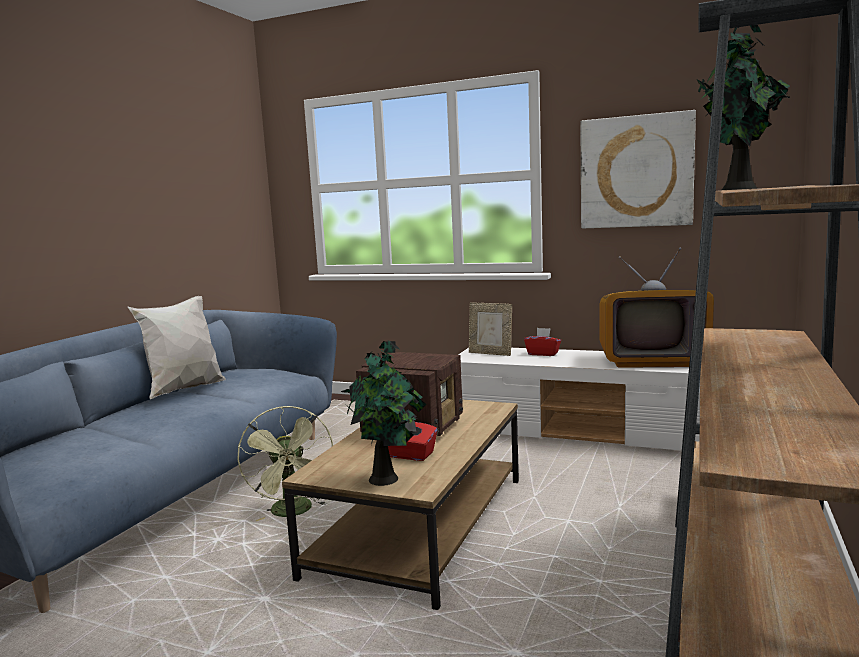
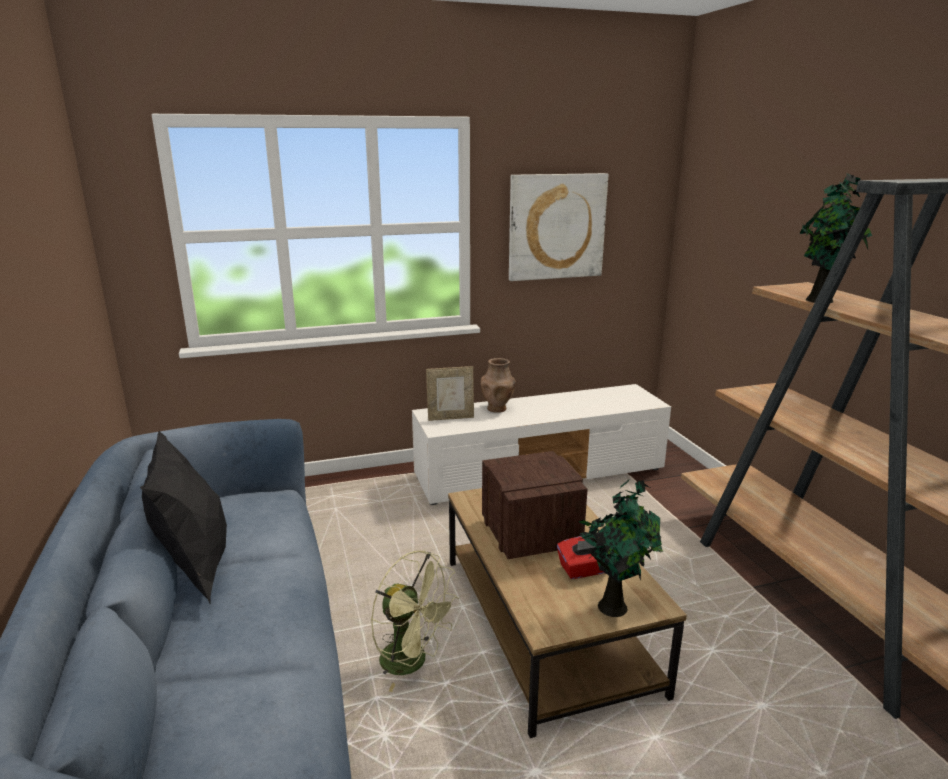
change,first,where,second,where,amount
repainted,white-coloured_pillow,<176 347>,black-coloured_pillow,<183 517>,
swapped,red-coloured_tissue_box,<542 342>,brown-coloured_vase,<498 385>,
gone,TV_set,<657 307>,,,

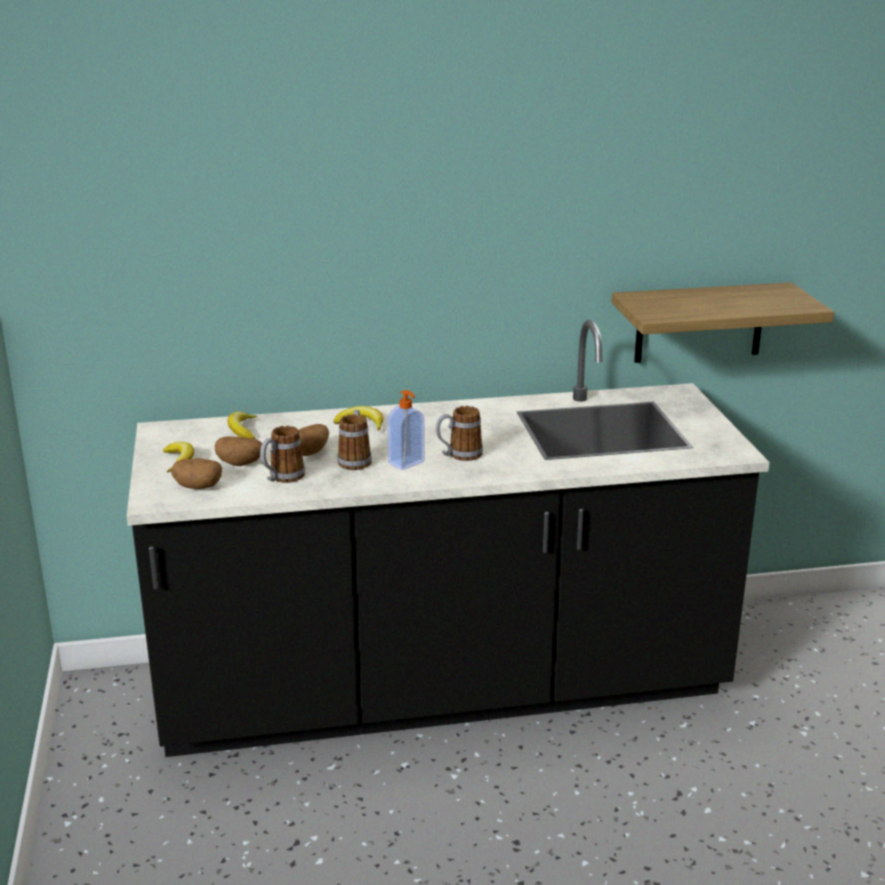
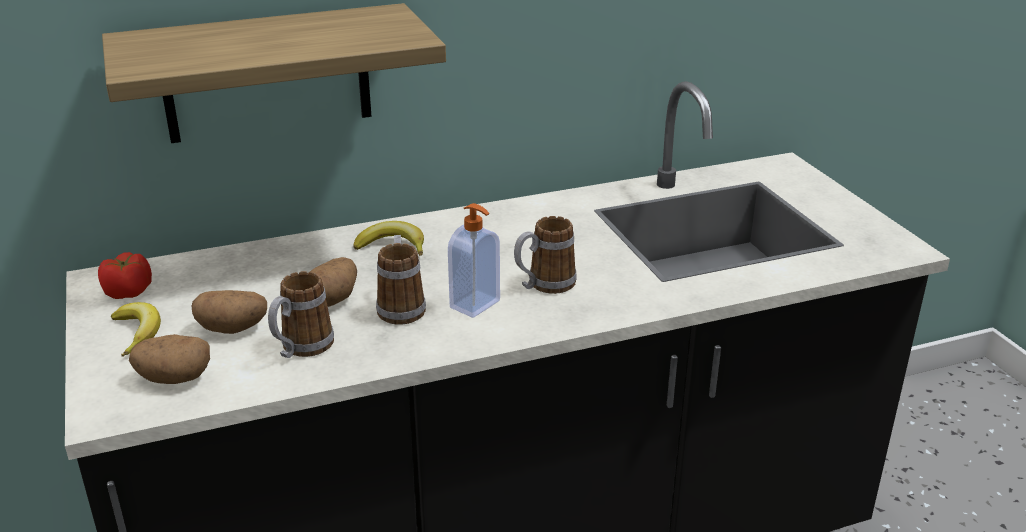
change,first,where,second,where,amount
gone,whole_banana,<242 425>,,,
shifted,wall_shelf,<723 322>,,<274 73>,
new,,,whole_tomato,<125 275>,

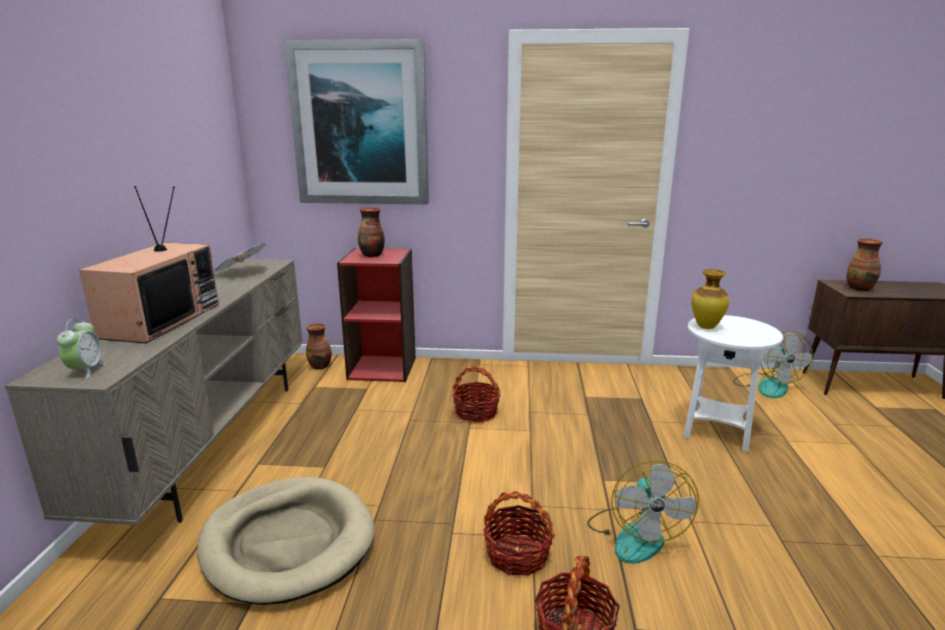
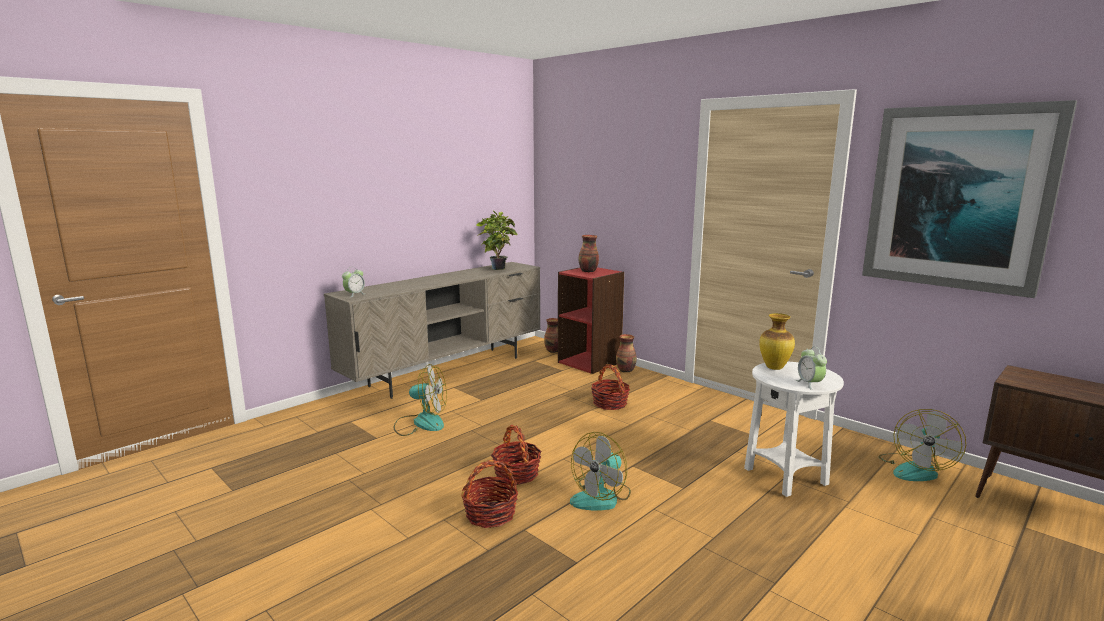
change,first,where,second,where,amount
gone,TV_set,<149 265>,,,
swapped,sand-coloured_dog_bed,<286 541>,fan,<420 400>,
swapped,printed_paper,<240 257>,potted_plant,<497 240>,
shifted,wall_picture,<356 121>,,<969 199>,
shifted,vase,<865 265>,,<626 353>,
new,,,alarm_clock,<811 368>,

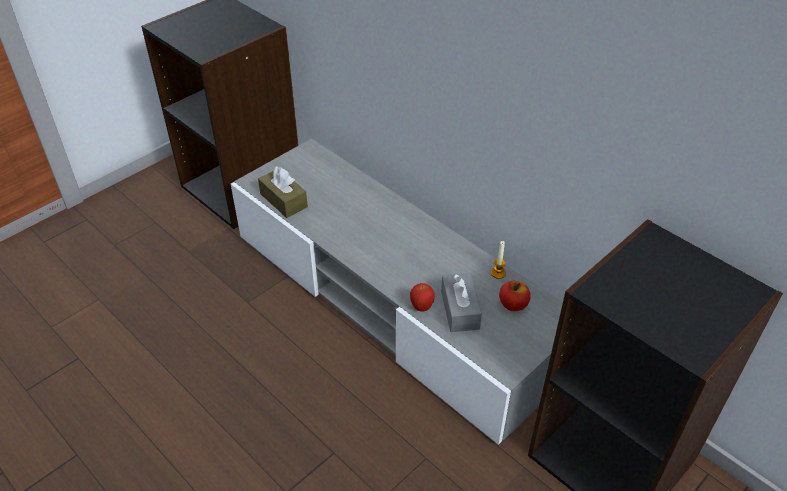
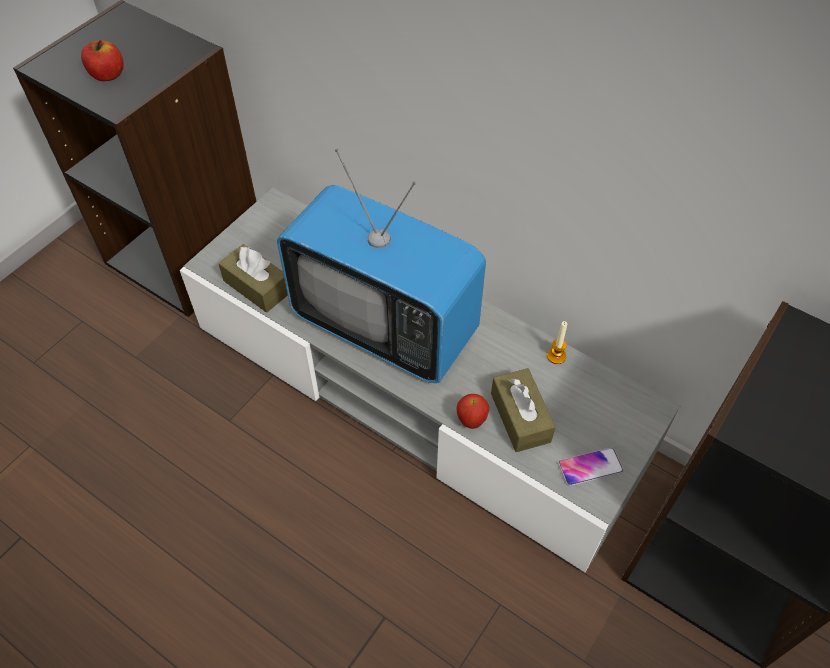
change,first,where,second,where,amount
repainted,grey_tissue_box,<461 302>,brown-coloured_tissue_box,<523 410>,
shifted,apple,<515 296>,,<102 60>,
new,,,TV_set,<381 266>,
new,,,telephone,<591 467>,

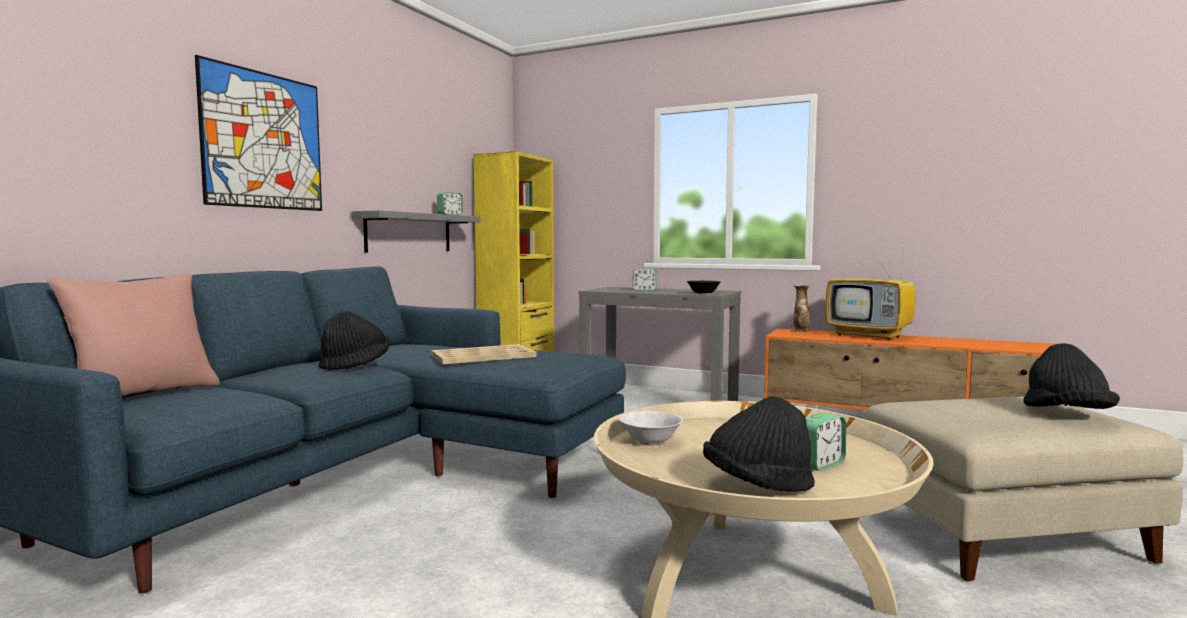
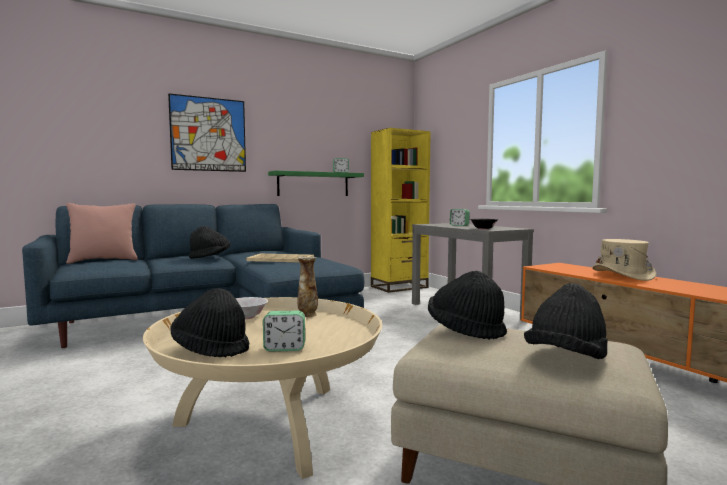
change,first,where,second,where,amount
repainted,grey_wall_shelf,<416 231>,green_wall_shelf,<316 183>,
shifted,vase,<801 308>,,<308 287>,
swapped,TV_set,<870 292>,sand-coloured_clothing_hat,<624 260>,
new,,,black-coloured_clothing_hat,<467 305>,

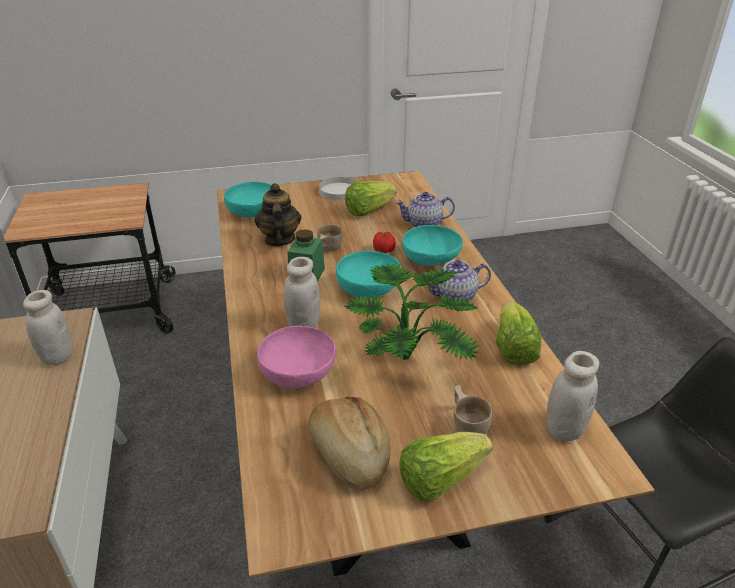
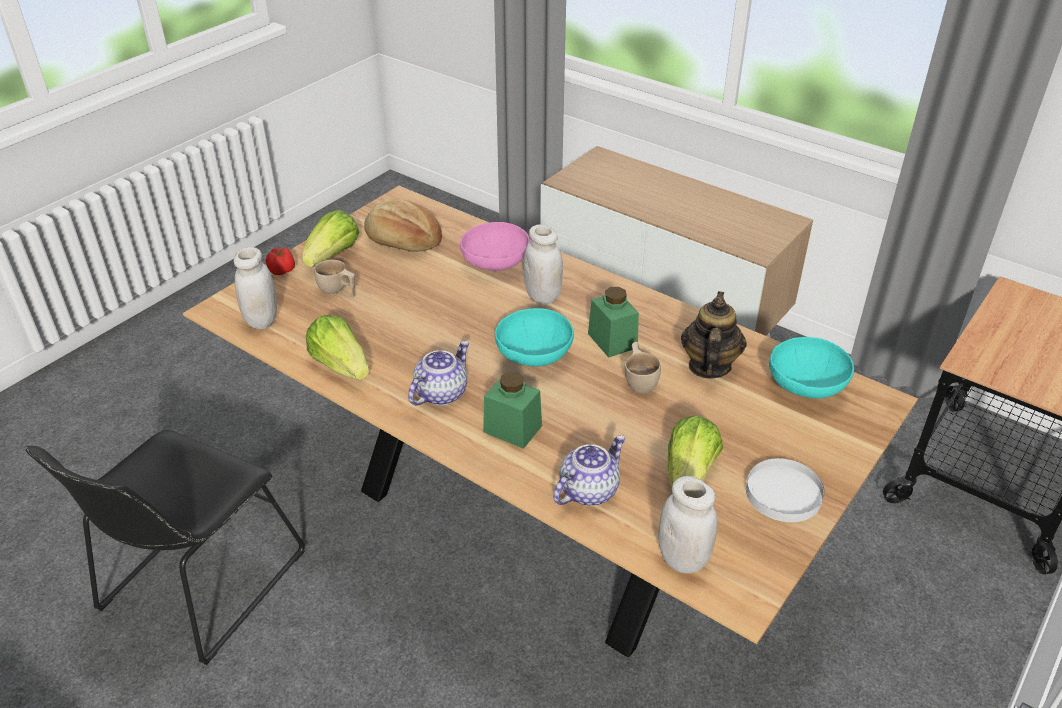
change,first,where,second,where,amount
shifted,white-coloured_storage_jar,<47 327>,,<687 525>,
rotated,tea_pot,<278 215>,,<714 335>,120 degrees counterclockwise
gone,potted_plant,<412 311>,,,
shifted,whole_tomato,<384 242>,,<280 261>,
swapped,turquoise_serving_bowl,<433 245>,green_storage_jar,<512 410>,

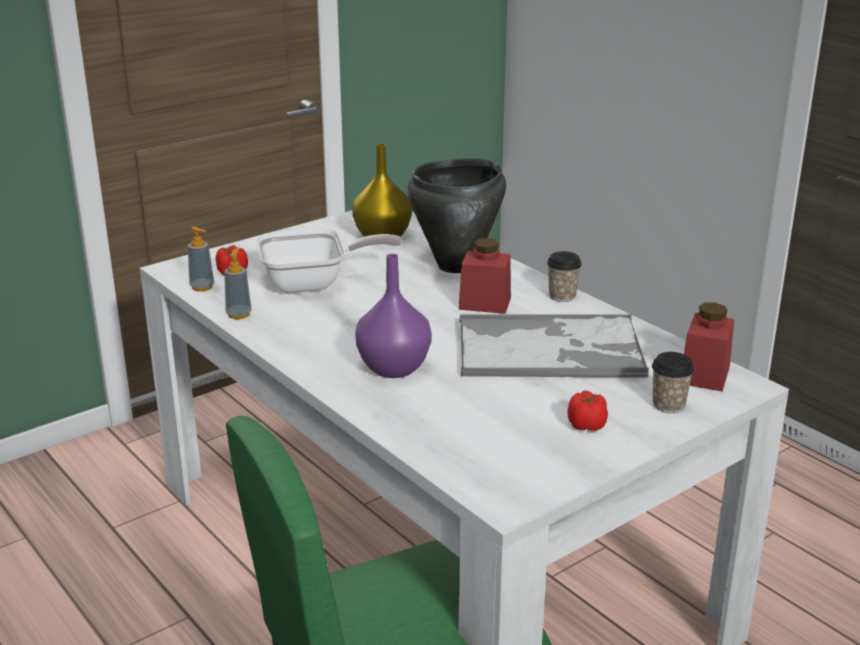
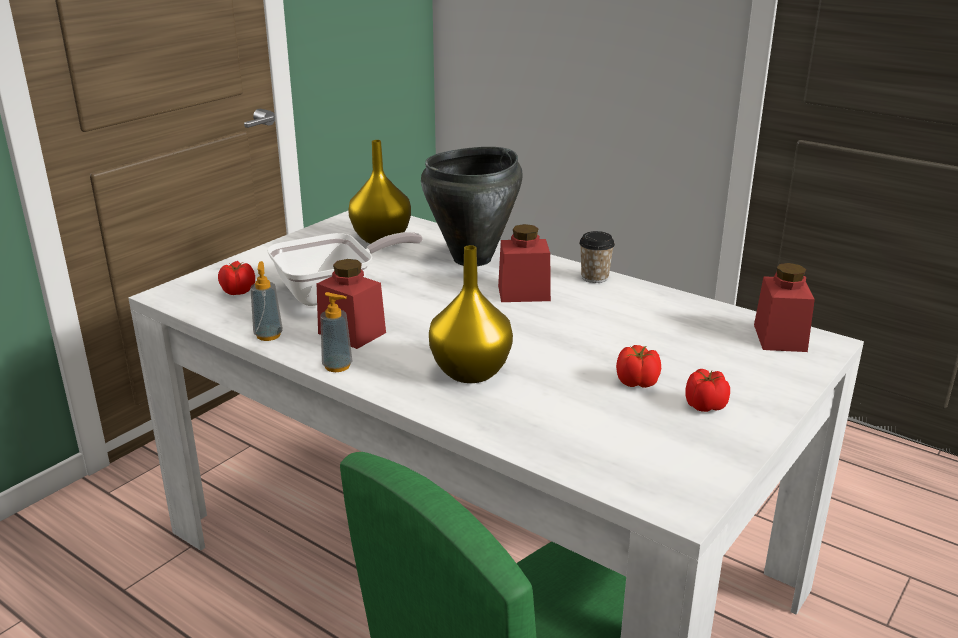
change,first,where,second,where,amount
shifted,liquid_soap_bottle,<201 259>,,<336 332>,
repainted,purple-coloured_vase,<393 316>,yellow-coloured_vase,<471 314>,
gone,carrying_tray,<554 346>,,,
gone,cup,<673 382>,,,
new,,,red-coloured_storage_jar,<351 304>,
new,,,whole_tomato,<638 366>,

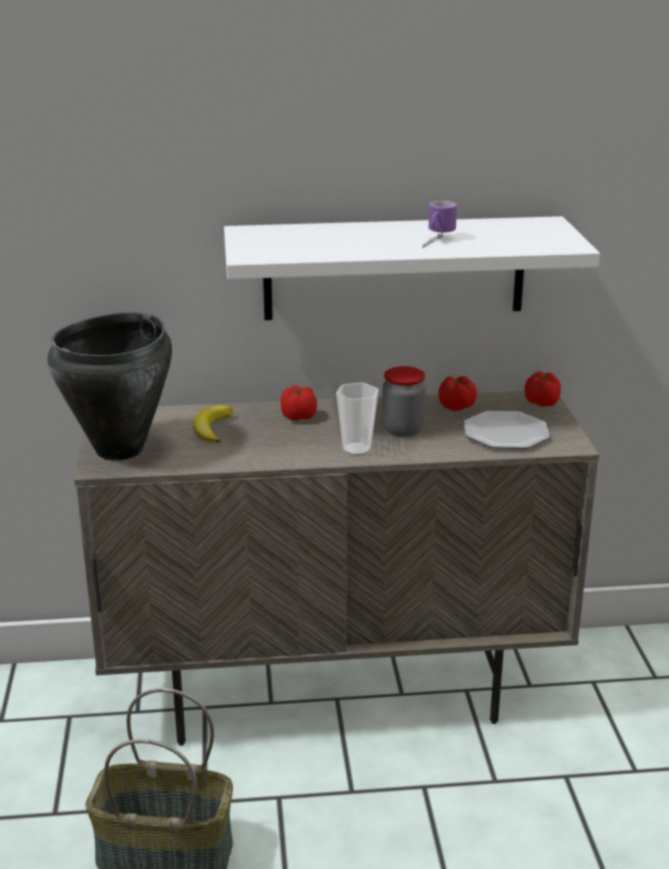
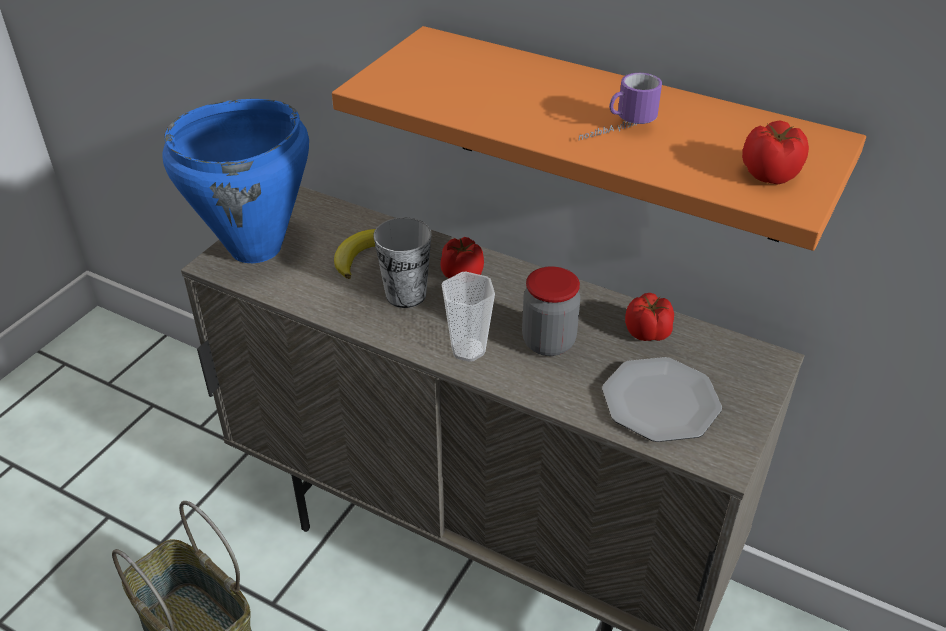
change,first,where,second,where,amount
repainted,black-coloured_cooking_pot,<110 386>,blue-coloured_cooking_pot,<235 181>,
repainted,white-coloured_wall_shelf,<412 268>,orangey_wall_shelf,<599 138>,
shifted,whole_tomato,<542 389>,,<775 152>,
new,,,cup,<402 262>,

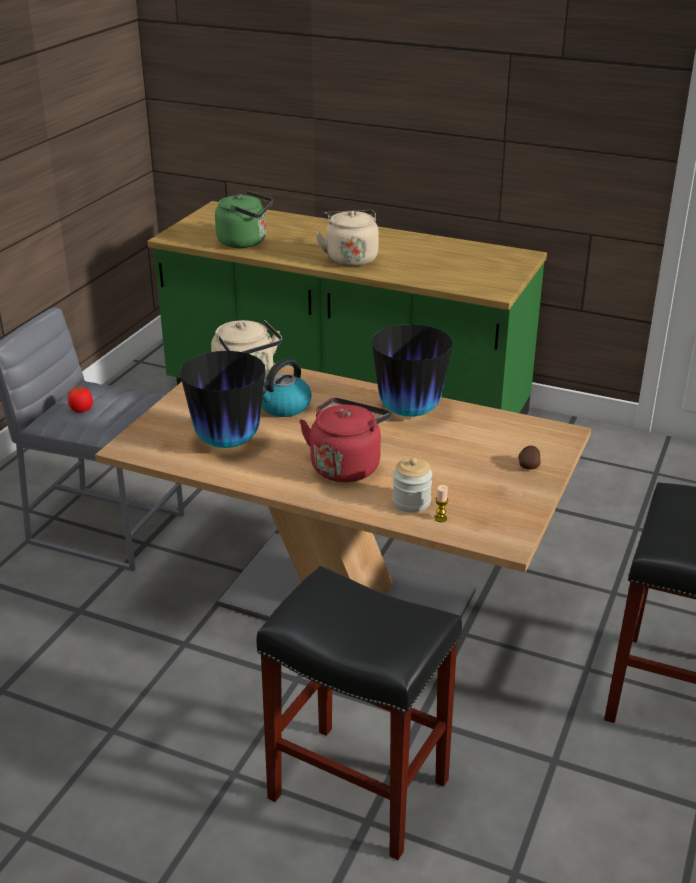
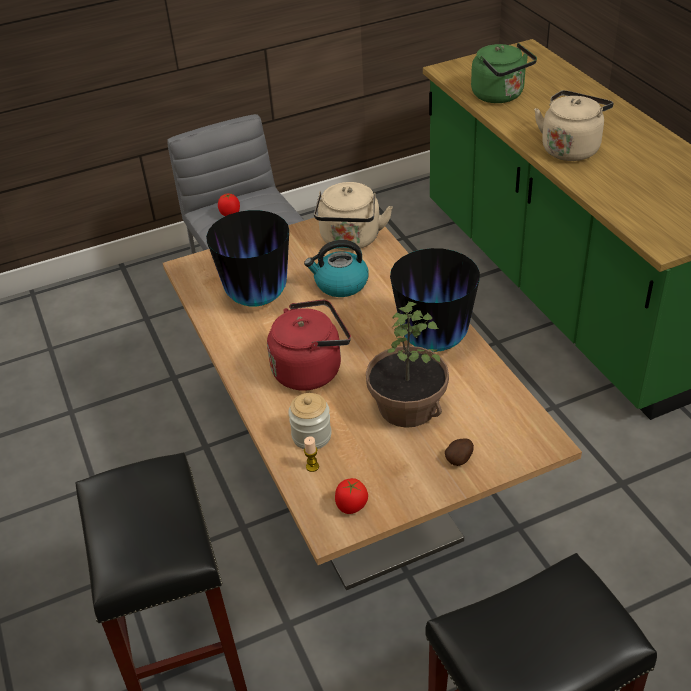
change,first,where,second,where,amount
new,,,whole_tomato,<351 496>,
new,,,potted_plant,<407 364>,

